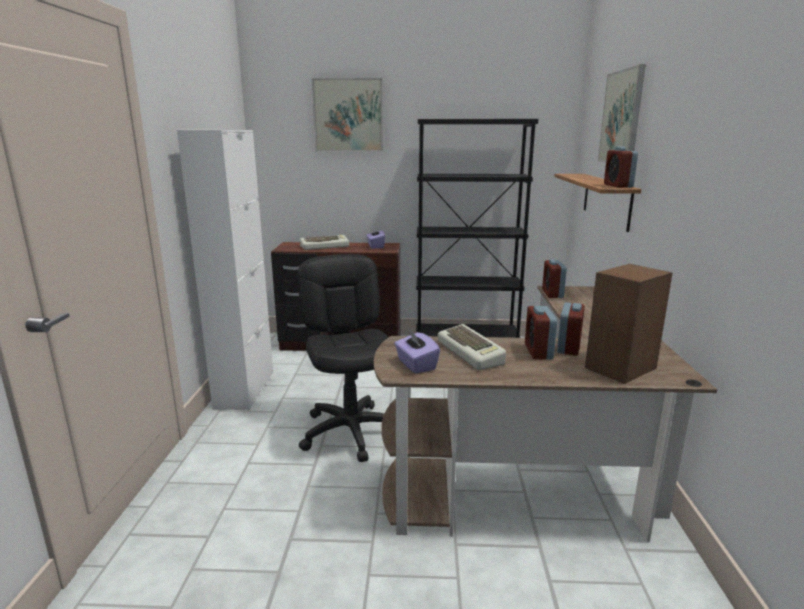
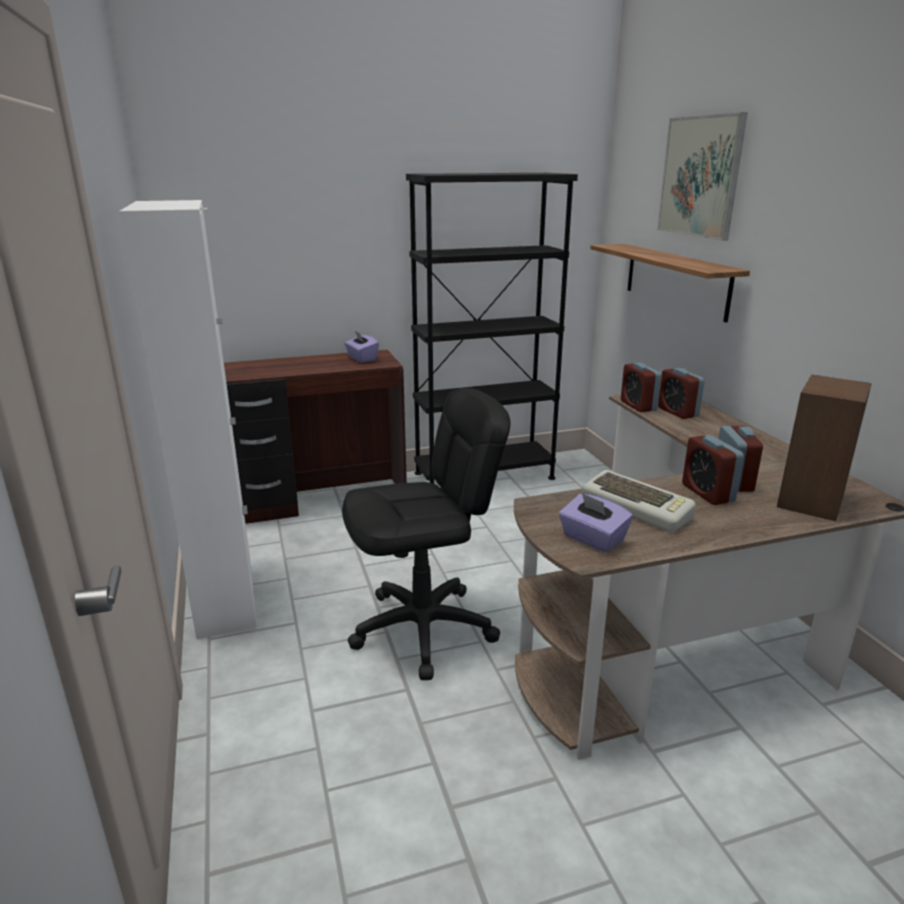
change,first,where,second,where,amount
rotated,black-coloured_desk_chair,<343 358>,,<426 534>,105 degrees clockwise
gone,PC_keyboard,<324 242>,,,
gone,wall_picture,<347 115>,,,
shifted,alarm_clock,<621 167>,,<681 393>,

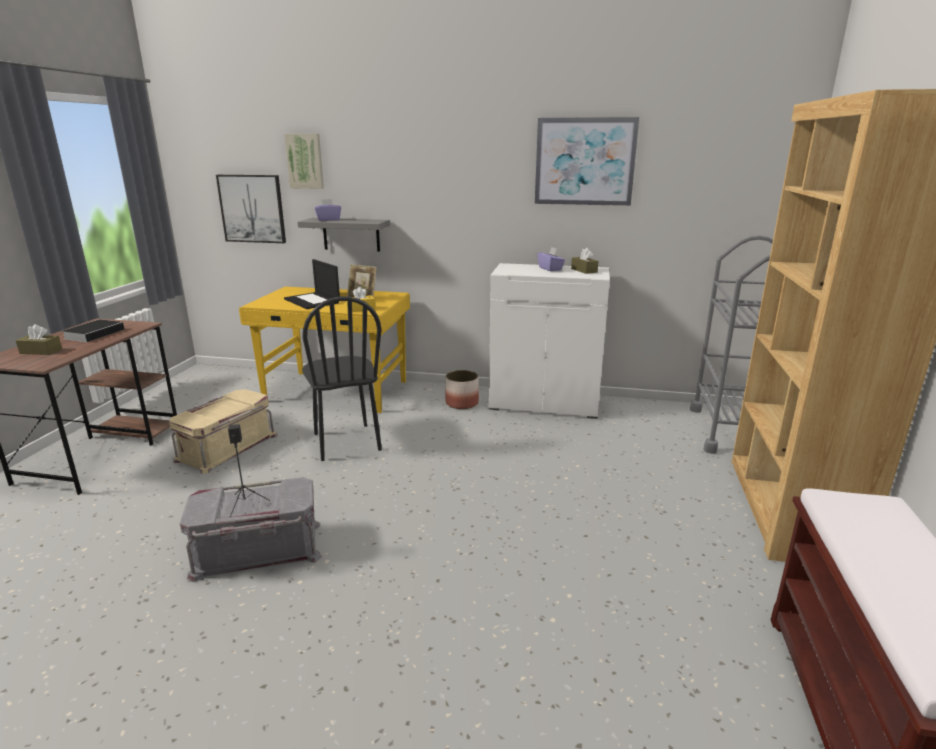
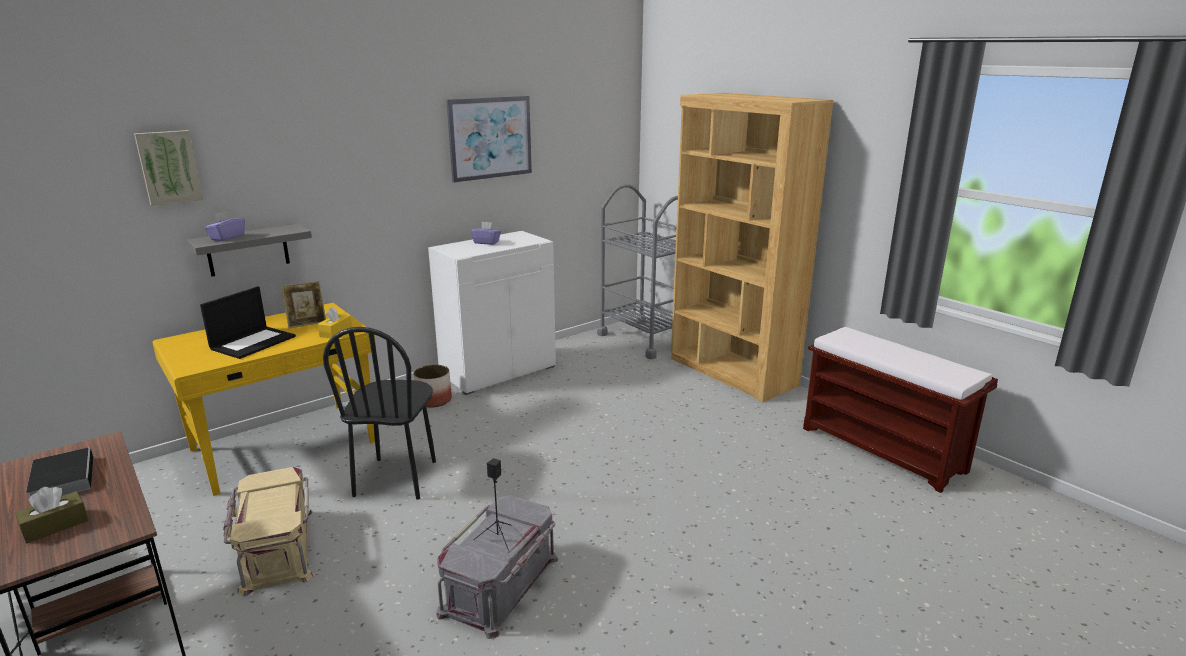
change,first,where,second,where,amount
gone,wall_picture,<251 209>,,,
rotated,notebook_computer,<312 284>,,<248 322>,60 degrees counterclockwise
rotated,black-coloured_upright_chair,<342 378>,,<379 413>,75 degrees clockwise
gone,brown-coloured_tissue_box,<584 261>,,,

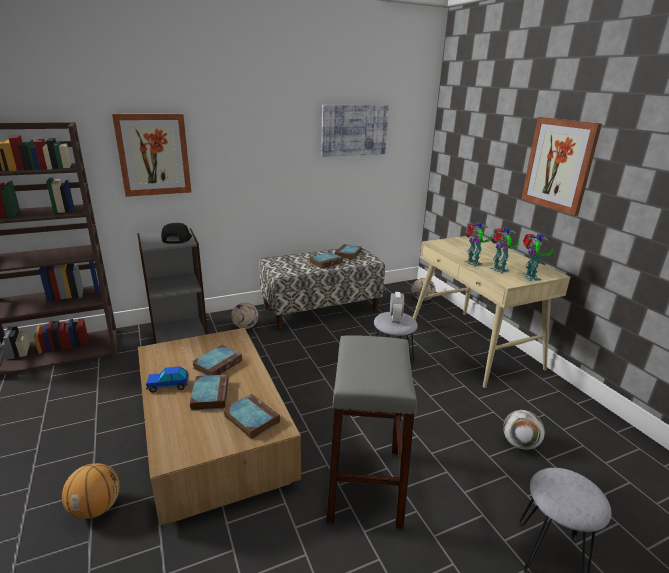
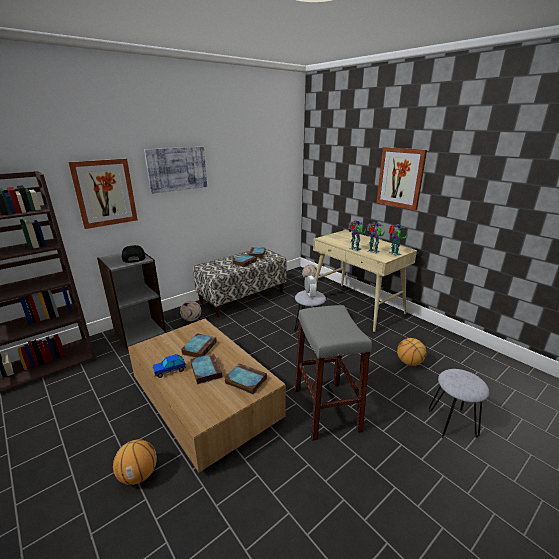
change,first,where,second,where,amount
shifted,wall_picture,<355 131>,,<175 170>,
swapped,ball_for_football,<524 430>,basketball,<411 352>,

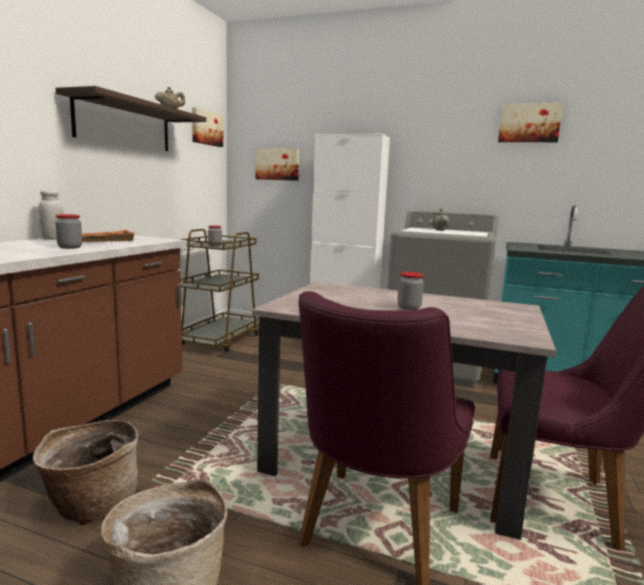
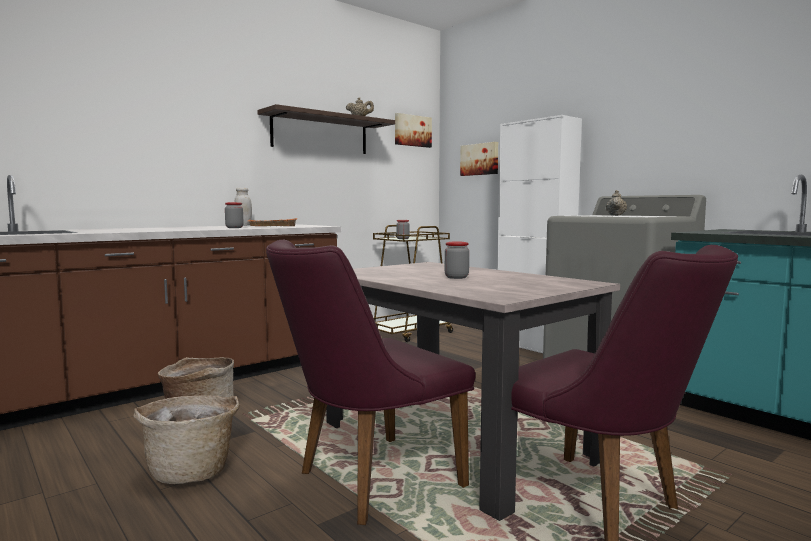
change,first,where,second,where,amount
gone,wall_picture,<530 122>,,,

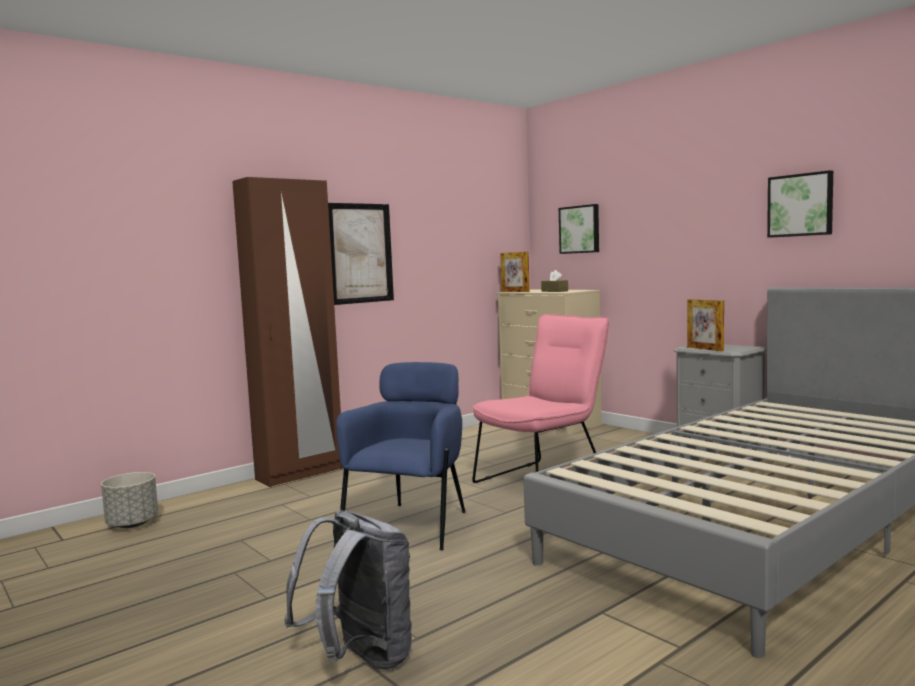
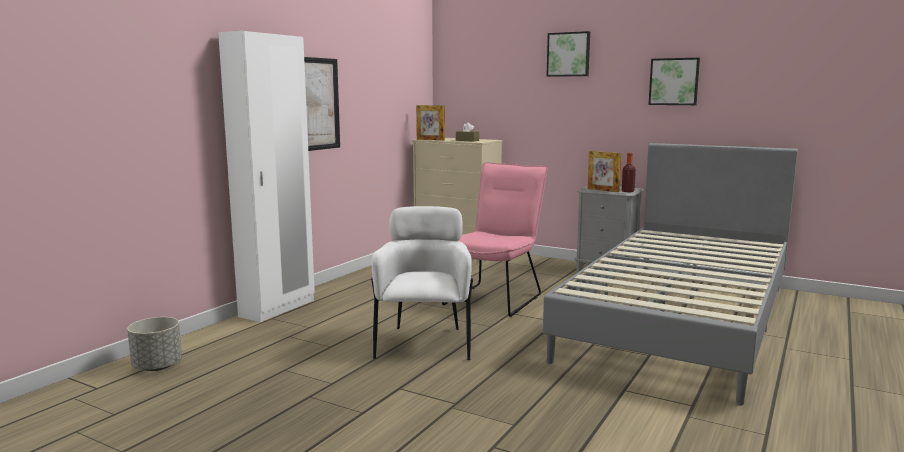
change,first,where,second,where,amount
repainted,brown-coloured_clothes_cupboard,<287 332>,white-coloured_clothes_cupboard,<266 176>,
gone,grey_rucksack,<348 590>,,,
repainted,blue-coloured_easy_chair,<401 456>,white-coloured_easy_chair,<422 283>,
shifted,wall_picture,<579 229>,,<568 54>,
new,,,drink_bottle,<629 172>,

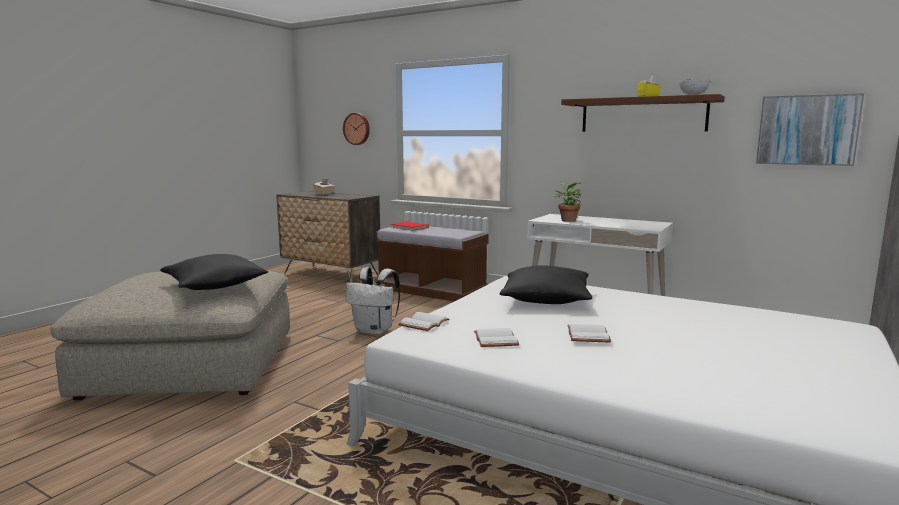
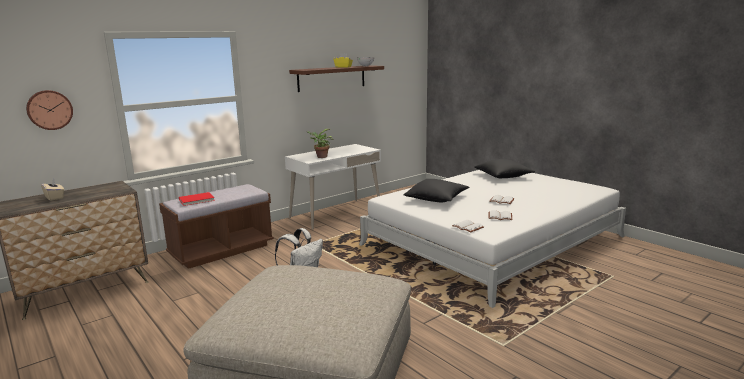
change,first,where,second,where,amount
shifted,black-coloured_pillow,<214 272>,,<505 168>,
gone,wall_picture,<810 129>,,,

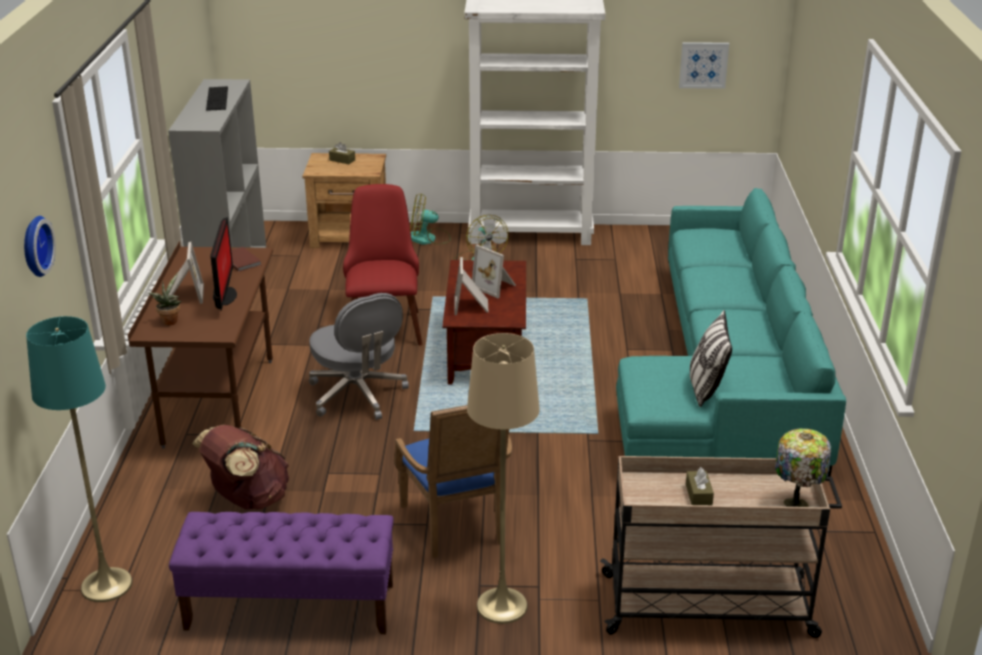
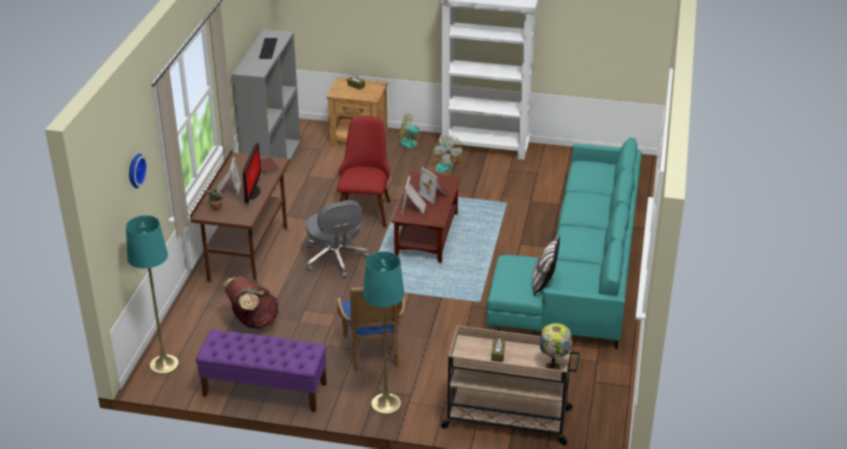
change,first,where,second,where,amount
repainted,sand-coloured_standing_lamp,<503 478>,turquoise_standing_lamp,<384 333>,
gone,wall_picture,<704 65>,,,

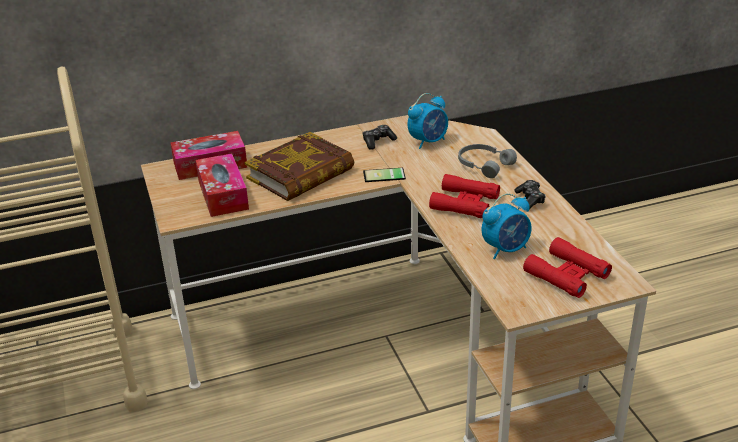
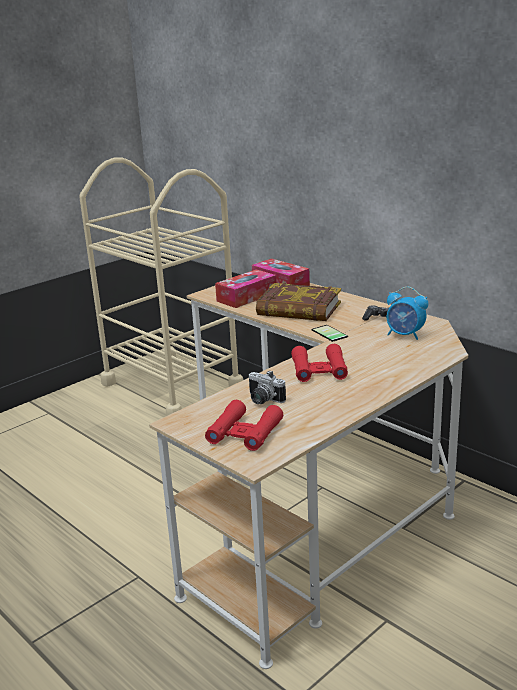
change,first,where,second,where,amount
gone,grey_headset,<487 161>,,,
swapped,alarm_clock,<507 226>,photo_camera,<267 387>,
gone,gamepad,<530 195>,,,

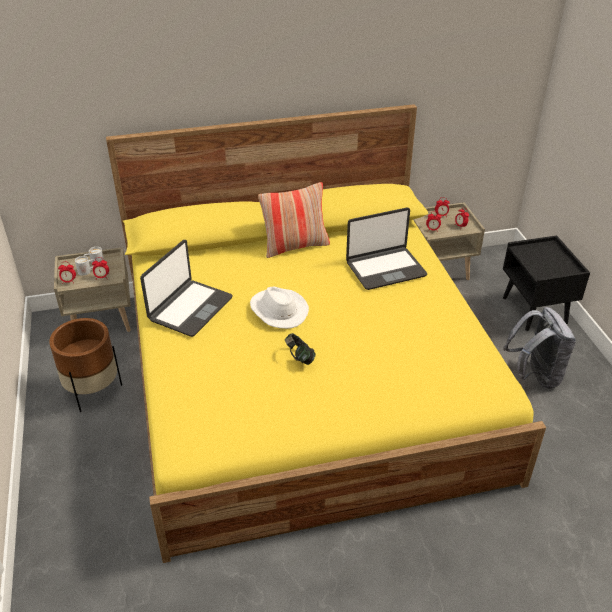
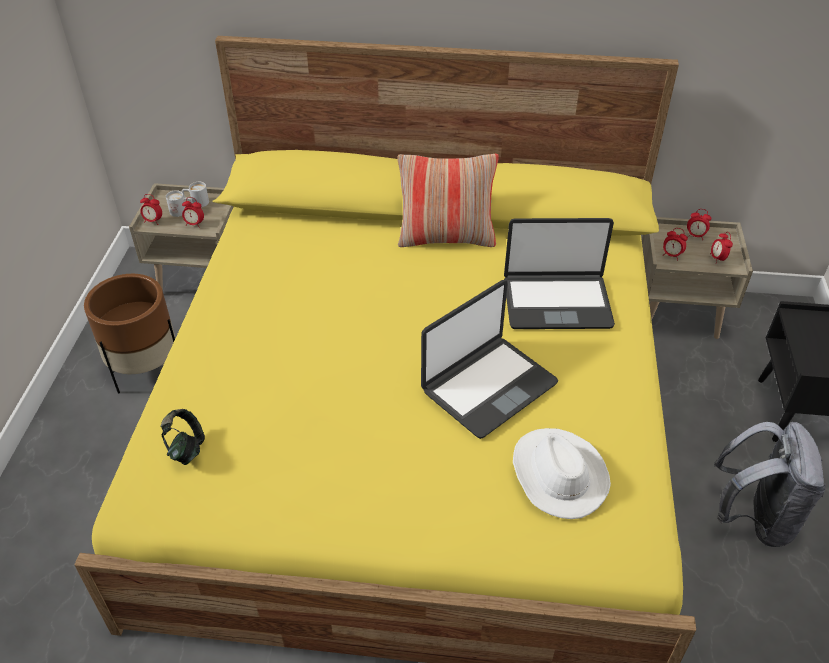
change,first,where,second,where,amount
shifted,notebook_computer,<186 288>,,<489 359>,
shifted,white-coloured_clothing_hat,<279 308>,,<562 473>,
shifted,headset,<300 349>,,<182 437>,

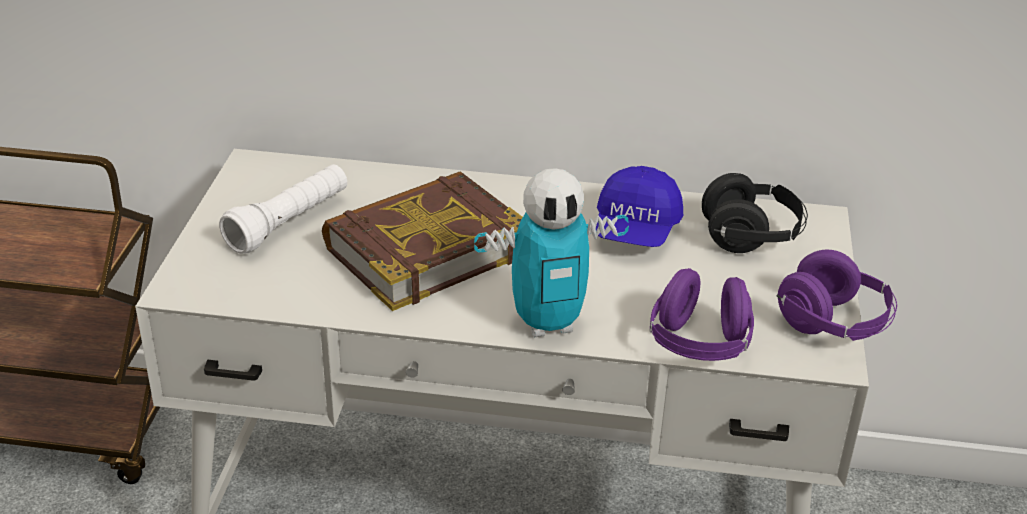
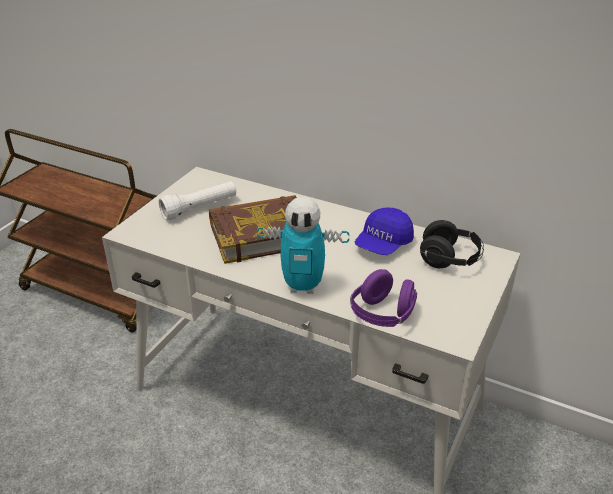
change,first,where,second,where,amount
gone,purple-coloured_headset,<836 295>,,,

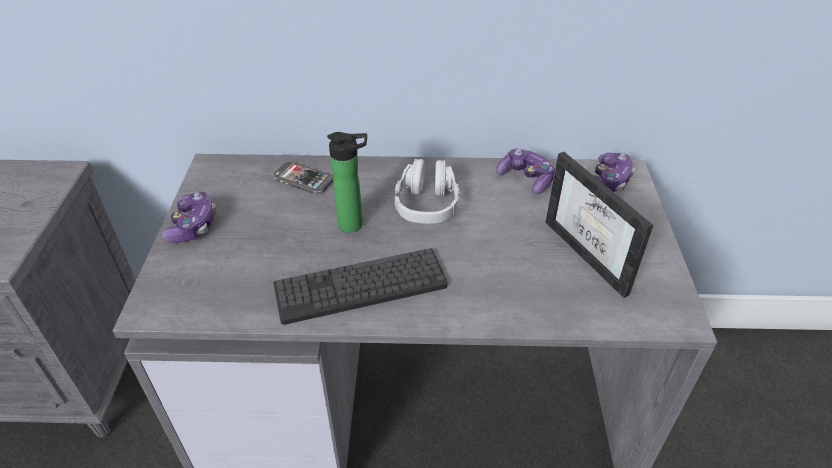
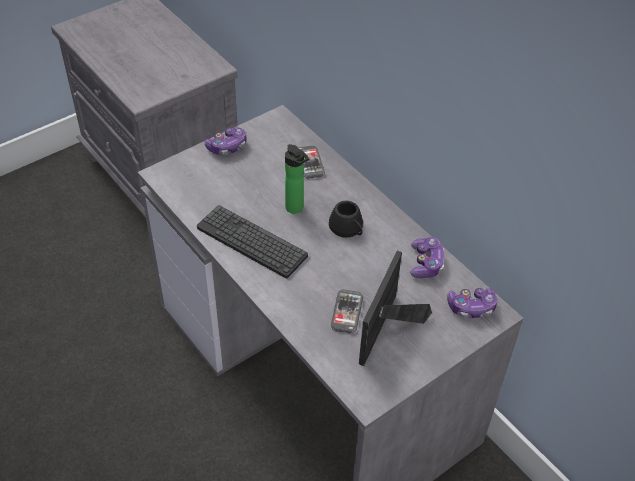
change,first,where,second,where,amount
swapped,grey_headset,<427 191>,black-coloured_tea_mug,<346 219>,
new,,,telephone,<347 311>,

